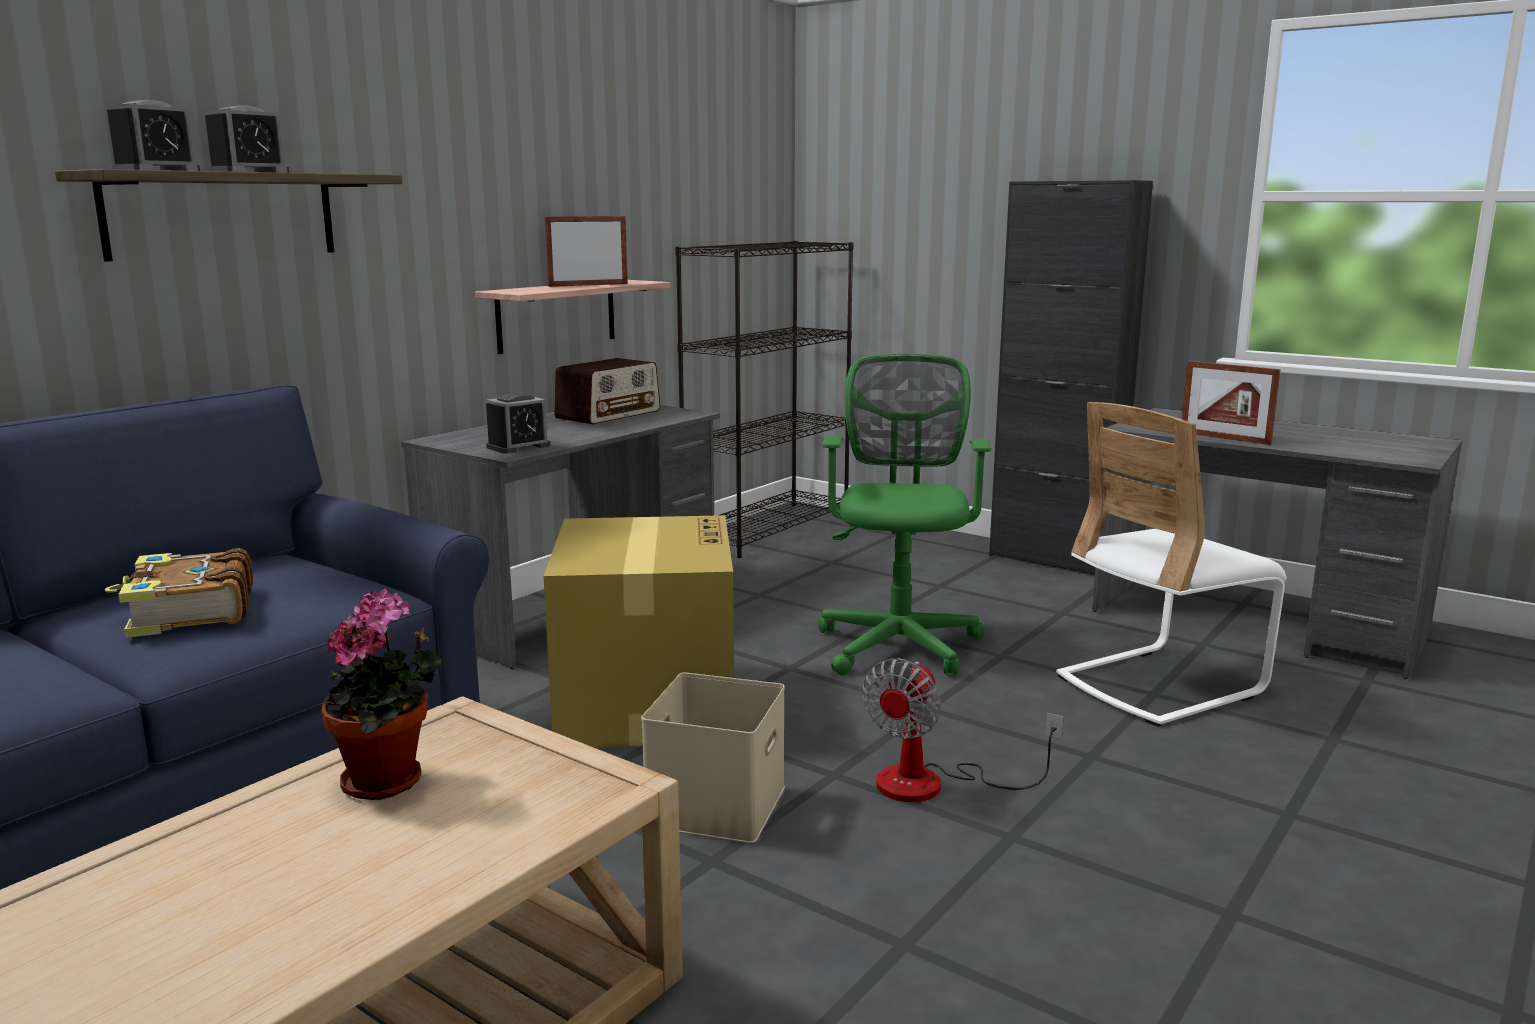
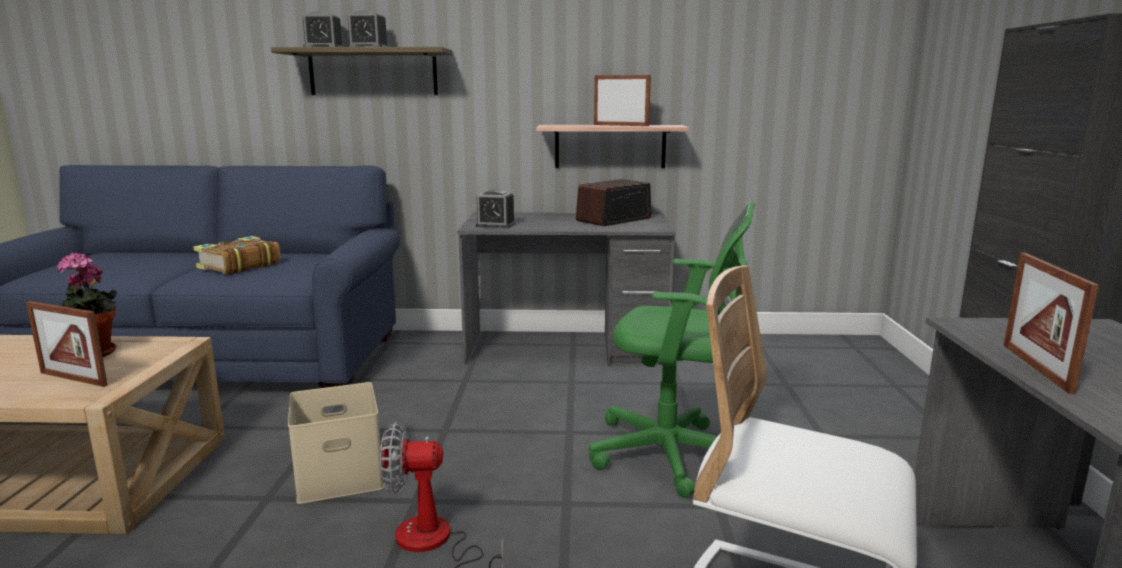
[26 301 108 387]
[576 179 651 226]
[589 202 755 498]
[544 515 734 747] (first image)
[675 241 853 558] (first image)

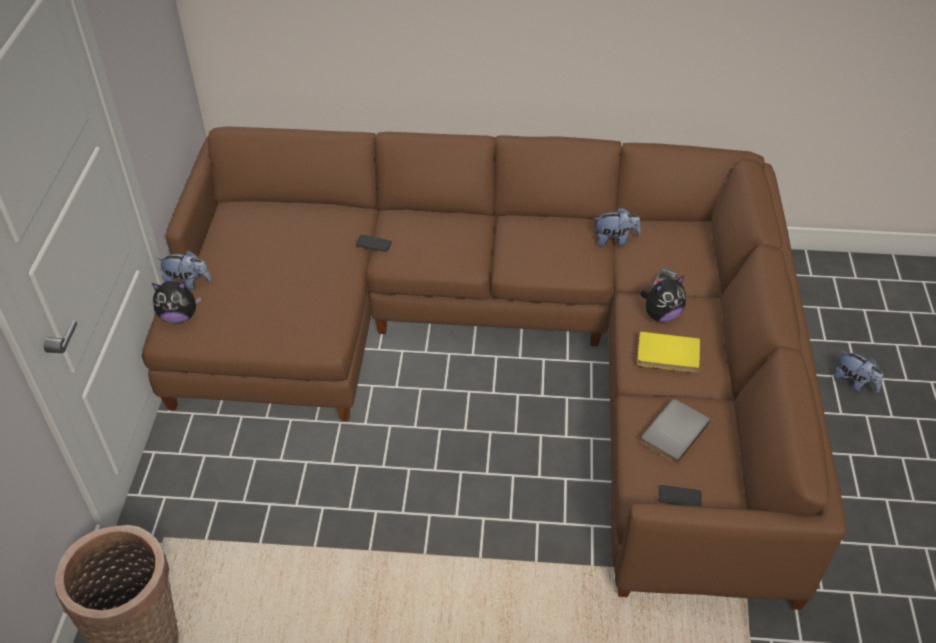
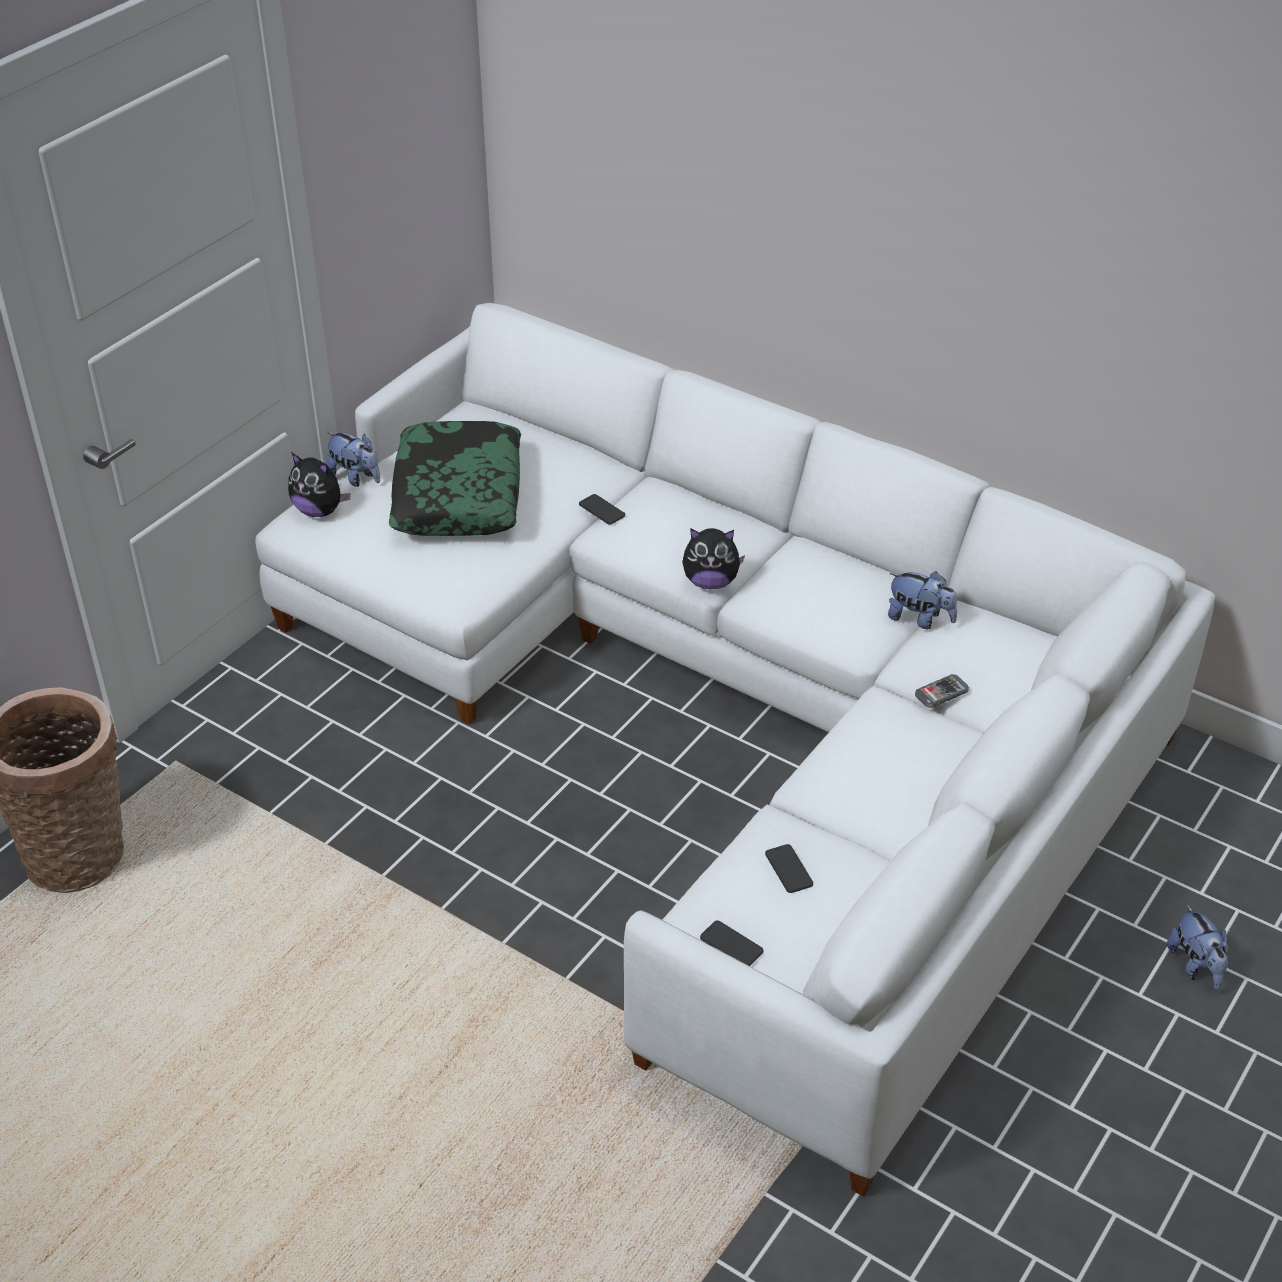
[255 303 1215 1197]
[389 421 521 536]
[682 528 745 589]
[765 844 813 893]
[637 332 700 373] (first image)

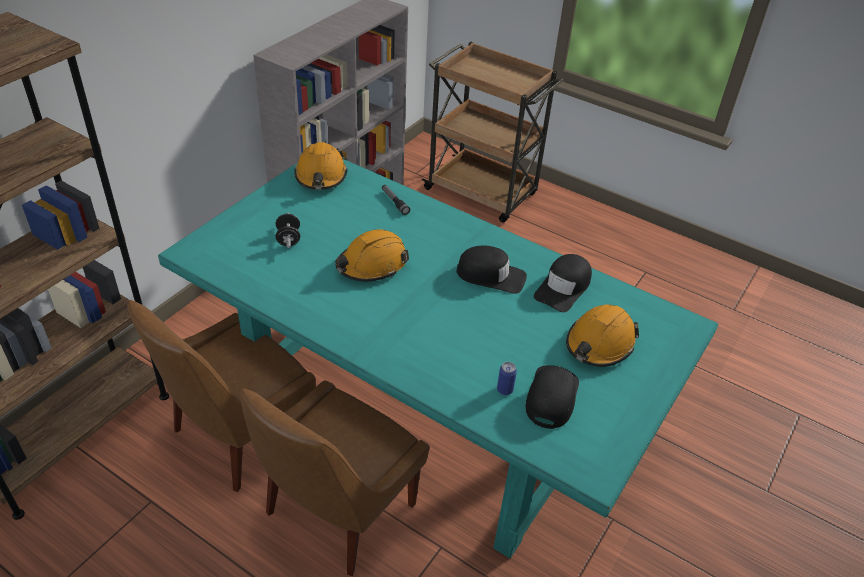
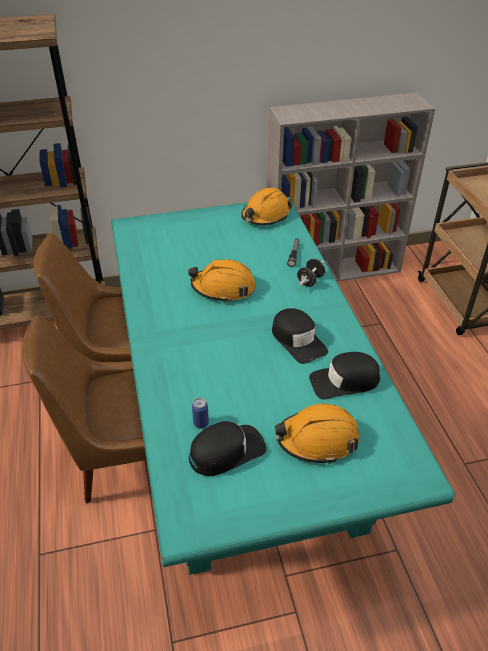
[297 259 325 287]

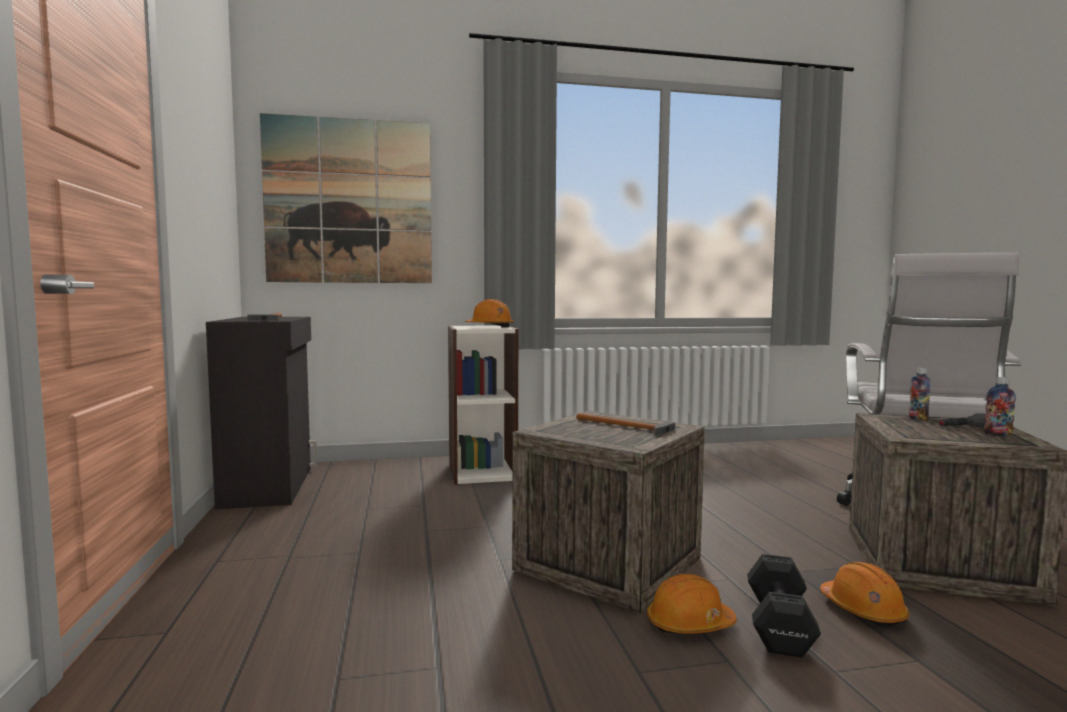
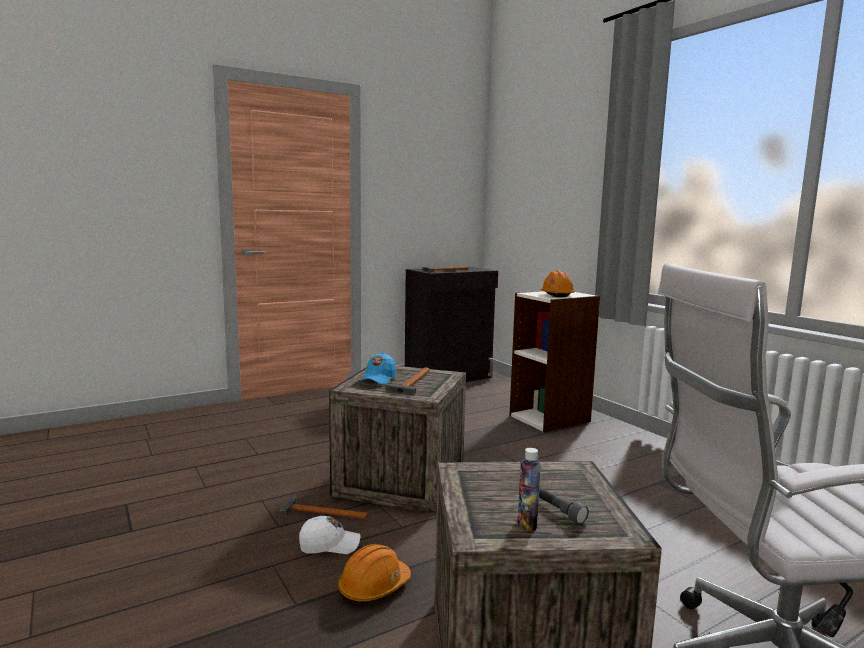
[279 496 368 519]
[299 516 361 554]
[359 352 396 385]
[260 113 432 283] (first image)
[909 368 931 421] (first image)

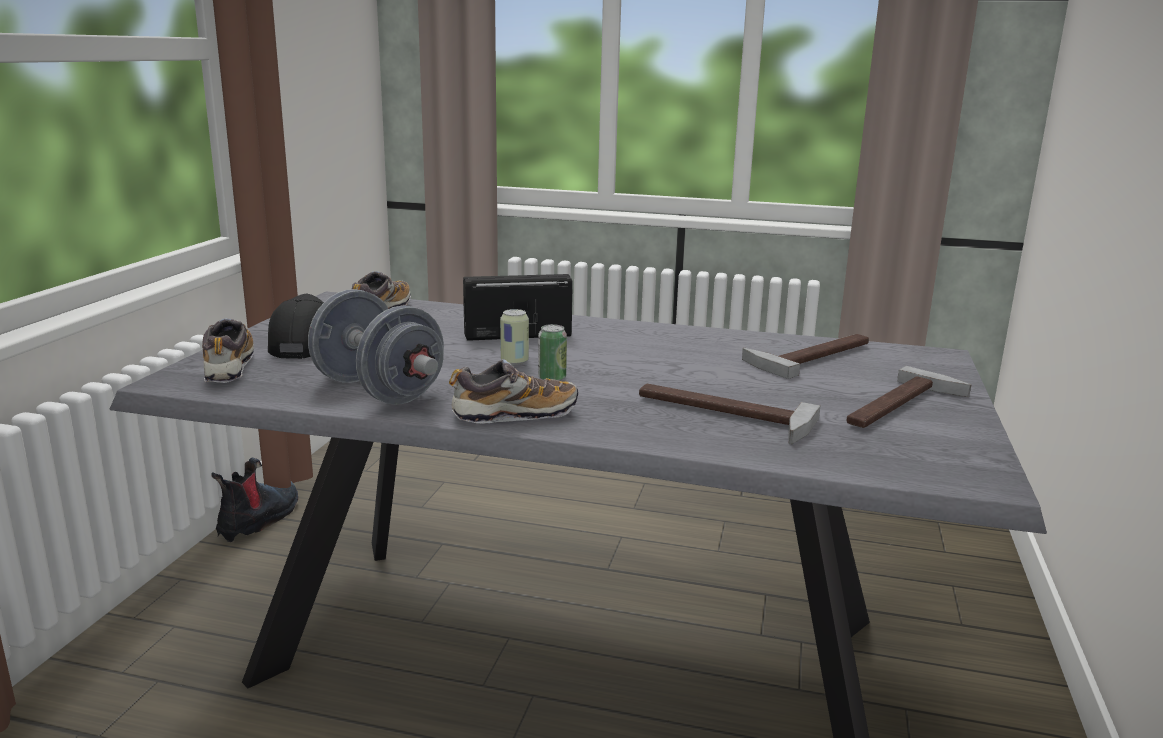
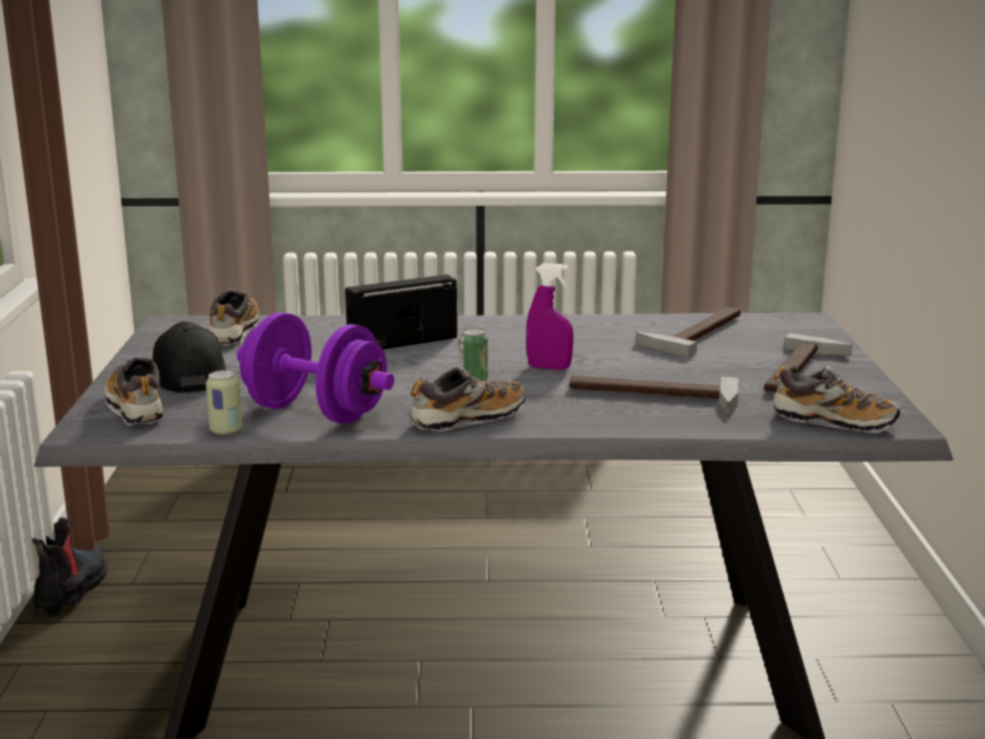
[206 370 243 435]
[237 313 394 424]
[526 263 574 370]
[773 366 901 433]

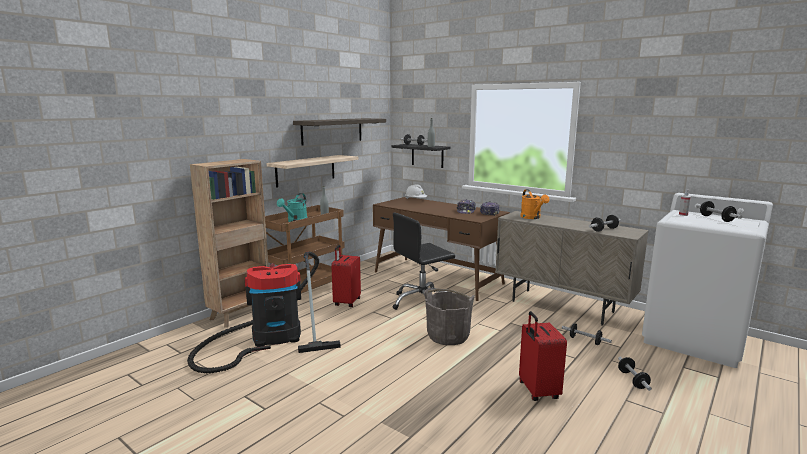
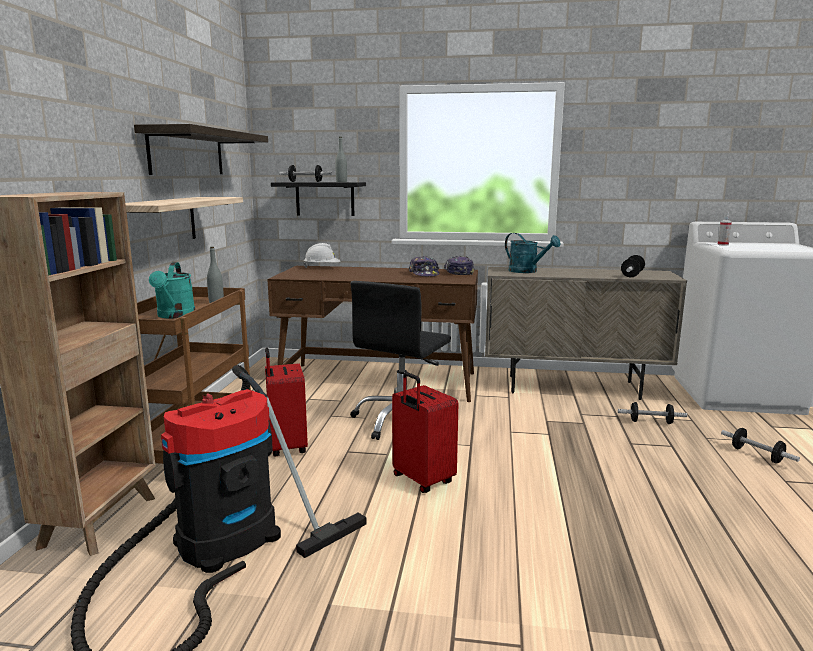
[392 372 458 493]
[505 233 561 273]
[424 288 475 345] (first image)
[696 201 742 222] (first image)

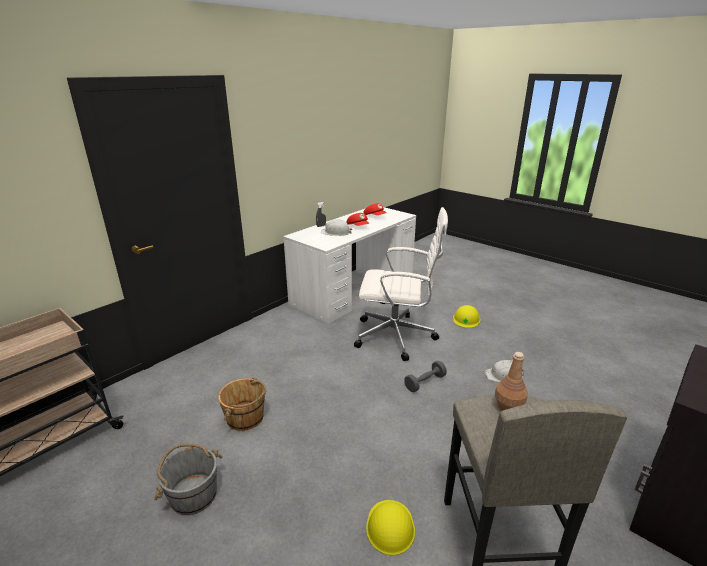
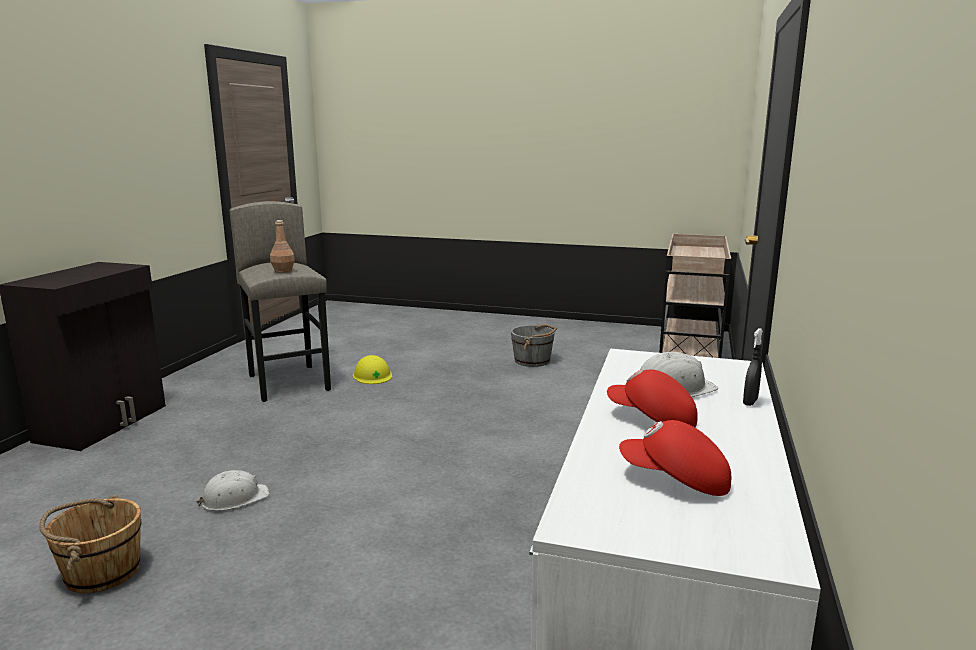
[39 495 141 593]
[354 207 448 361] (first image)
[404 361 447 392] (first image)
[453 305 480 328] (first image)

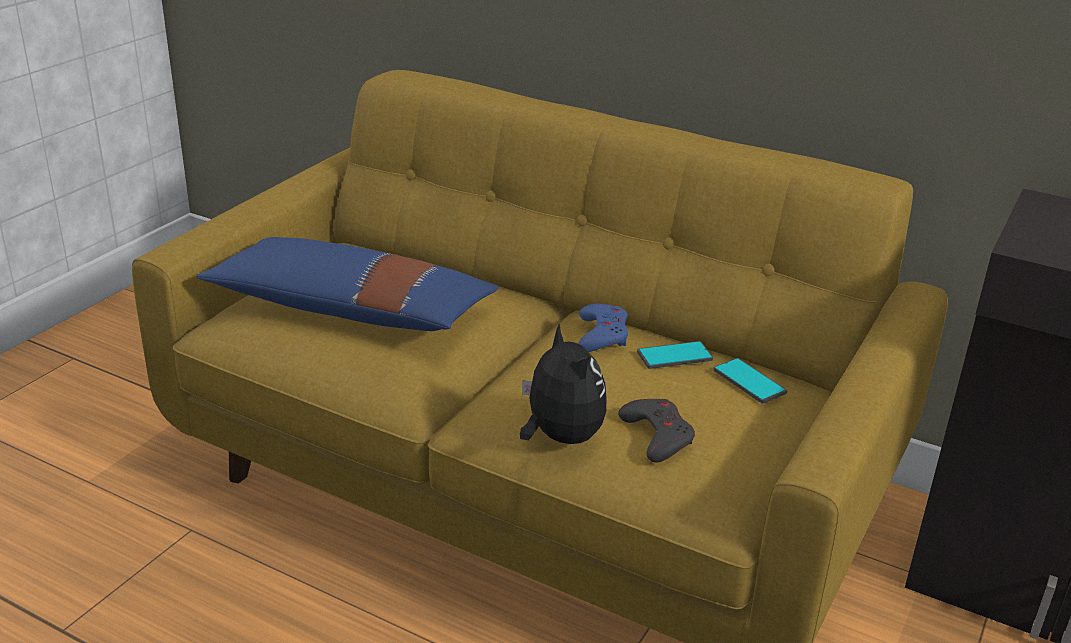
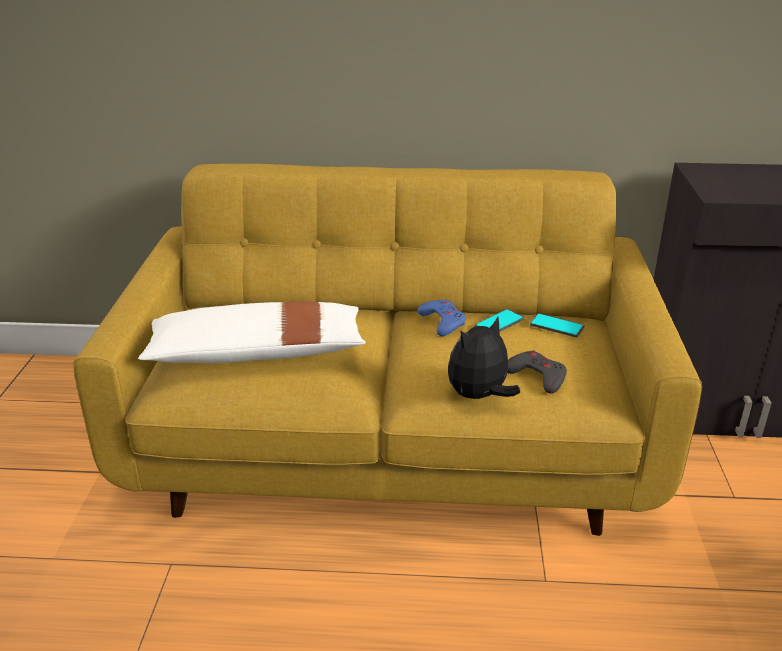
[138 301 366 363]
[448 317 520 399]

